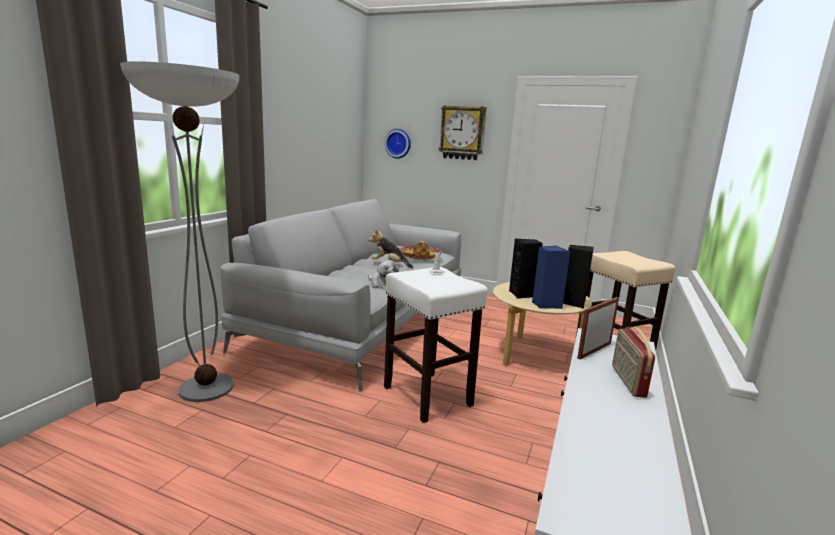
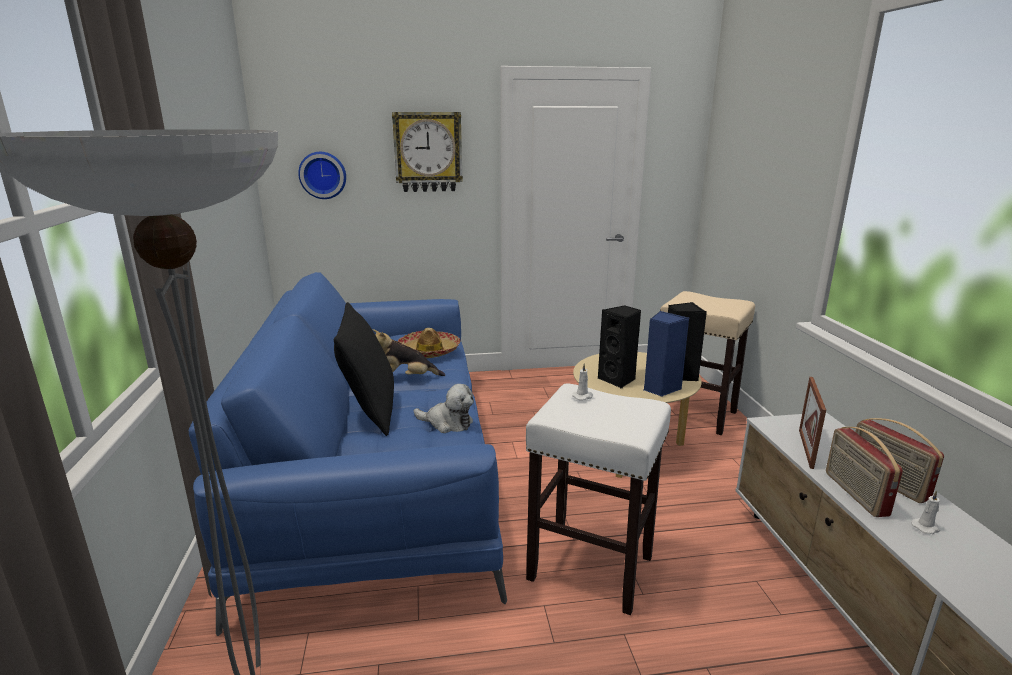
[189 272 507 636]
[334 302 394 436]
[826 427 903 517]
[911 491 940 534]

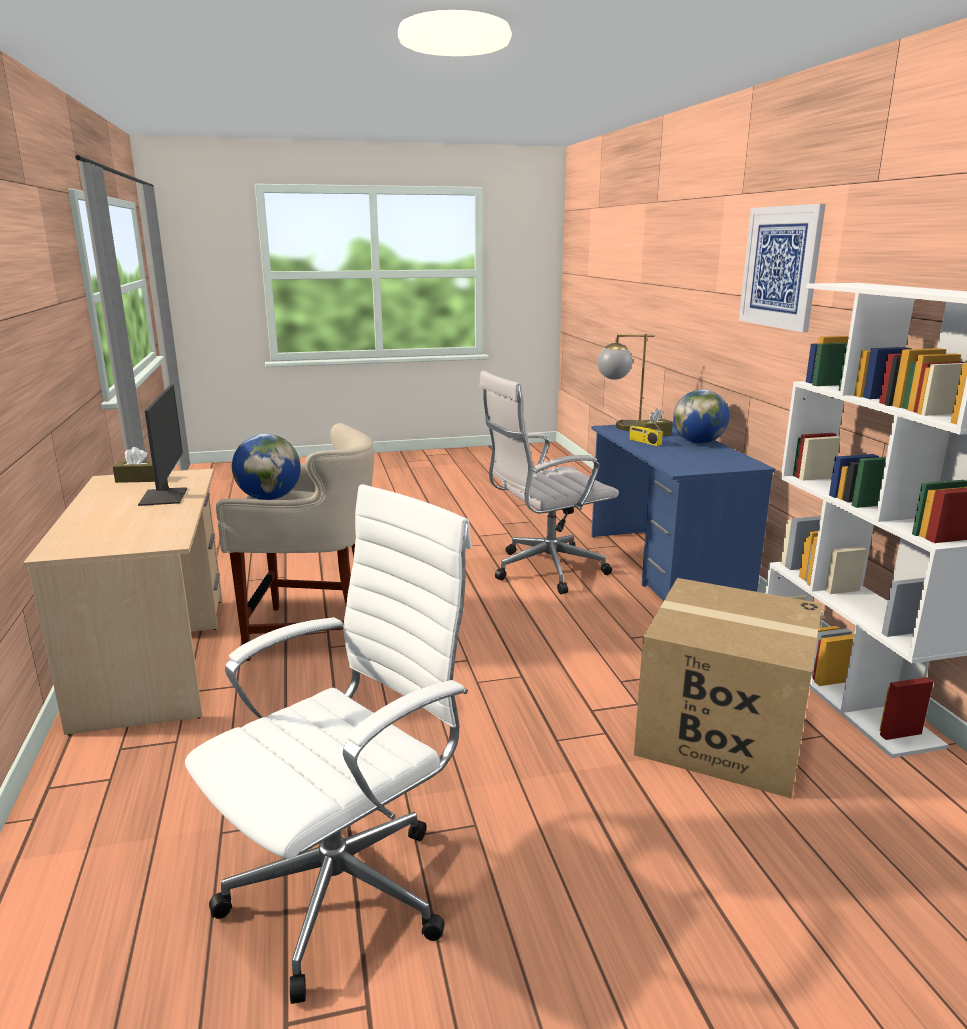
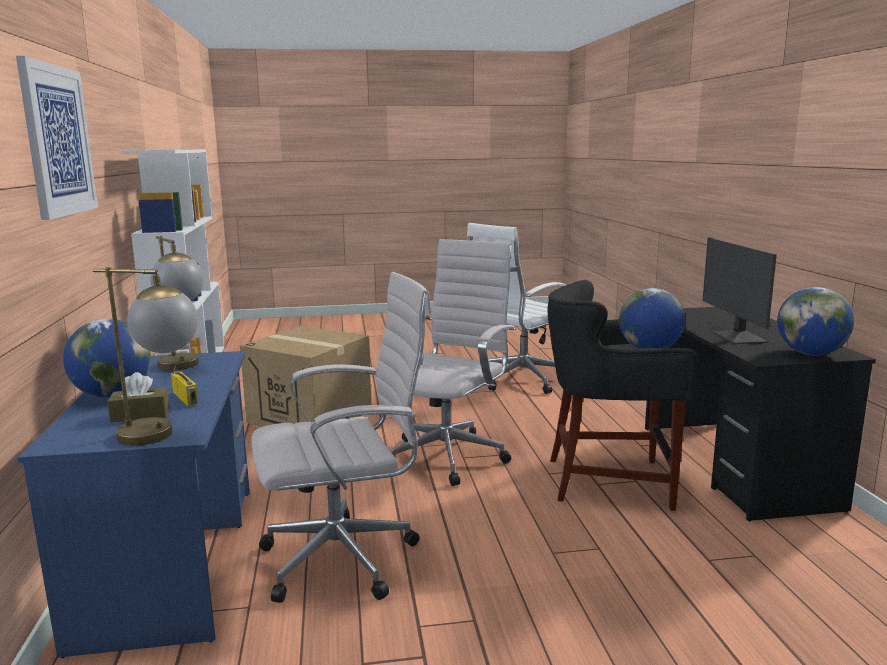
[150 236 204 371]
[391 239 516 486]
[547 280 697 511]
[645 307 876 522]
[777 287 854 355]

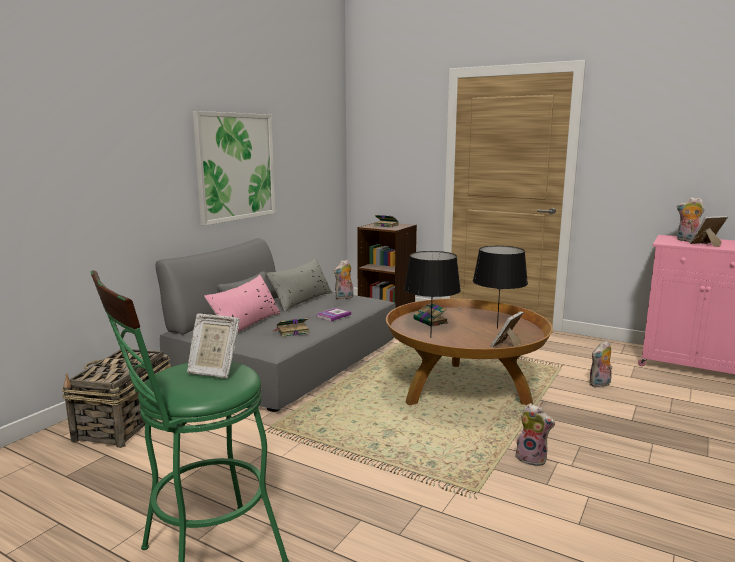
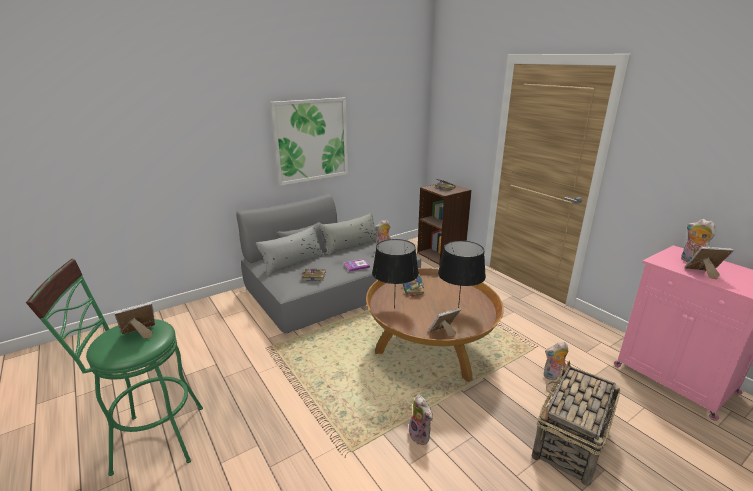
[115 302 155 338]
[256 226 325 276]
[532 361 620 486]

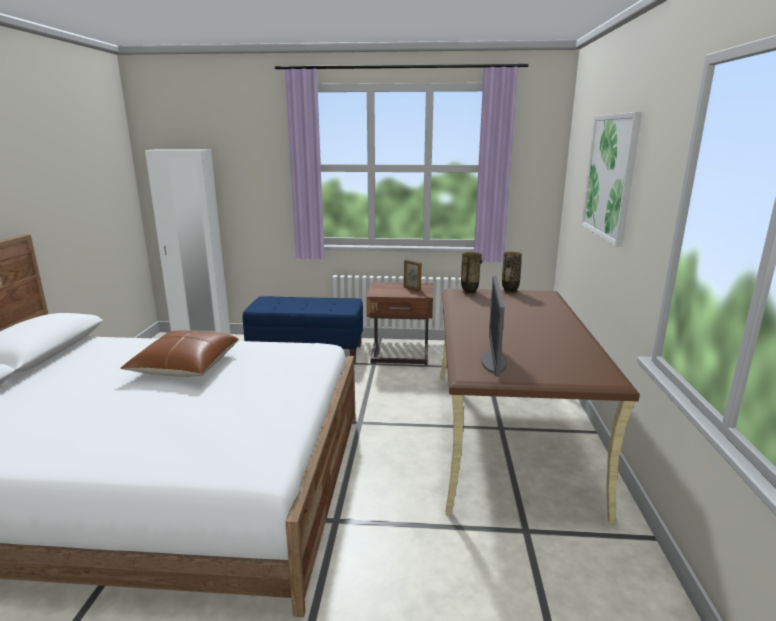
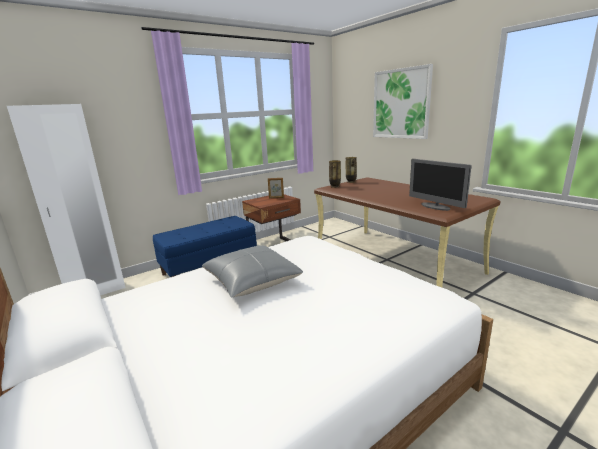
[202 245 303 297]

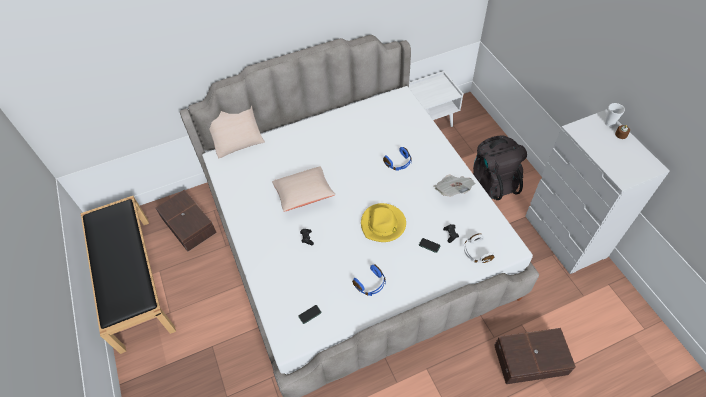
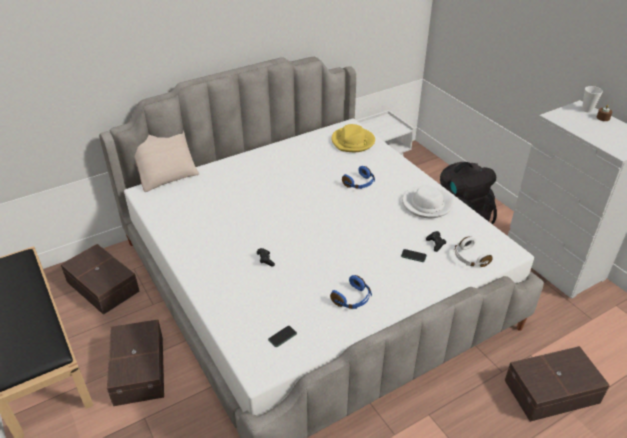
[107 319 164 406]
[331 124 375 152]
[402 185 454 218]
[272 166 336 211] (first image)

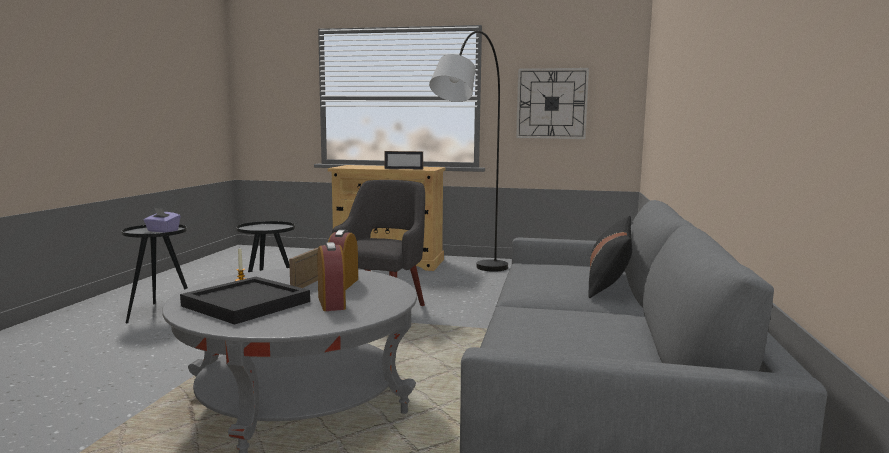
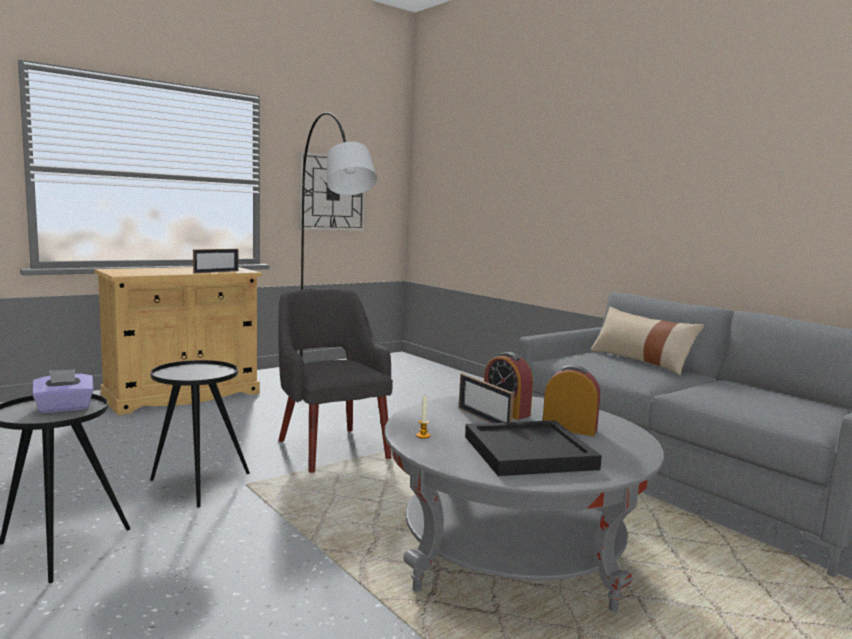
[590 307 704 375]

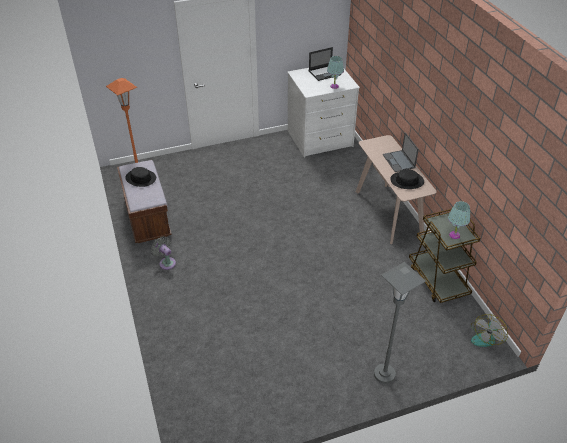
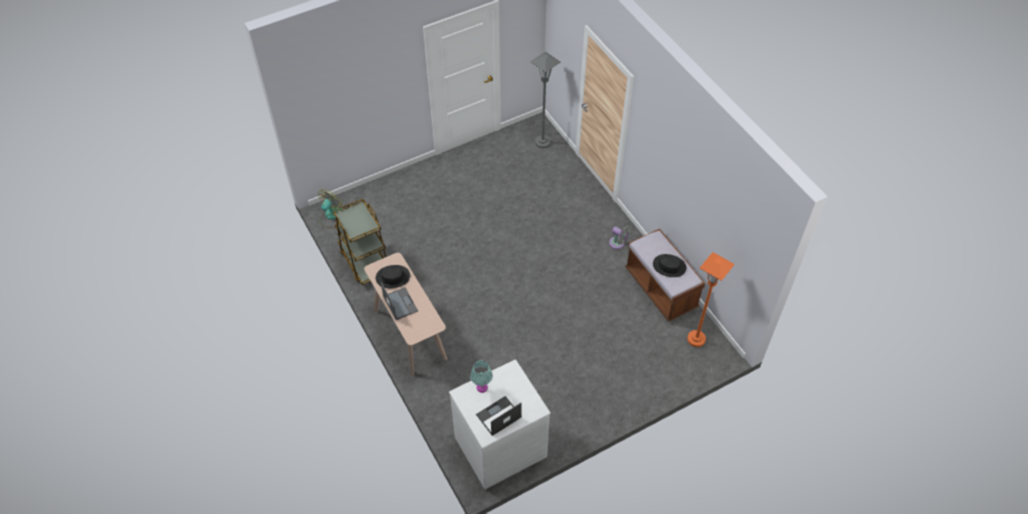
[530 52 560 148]
[448 201 470 239] (first image)

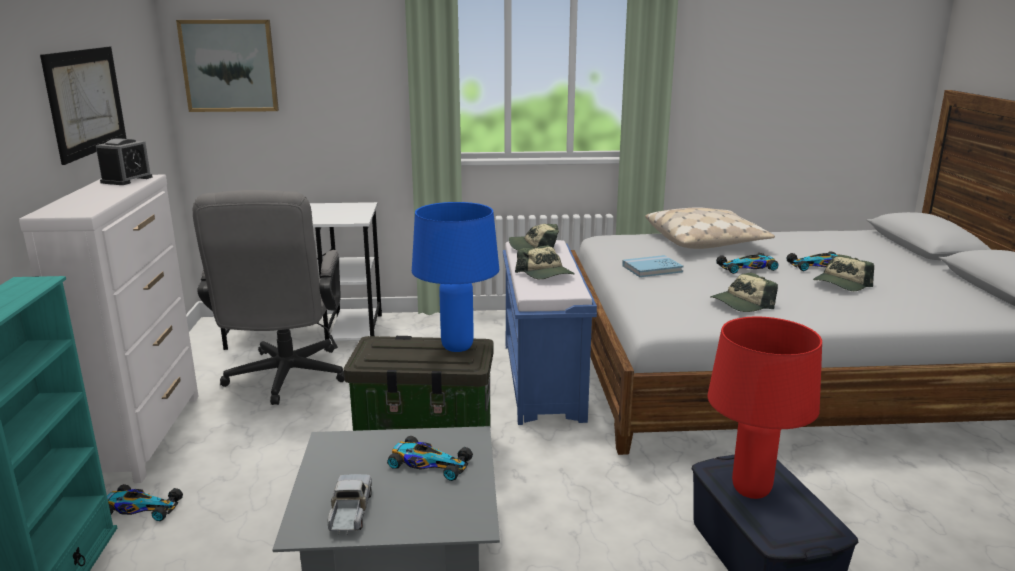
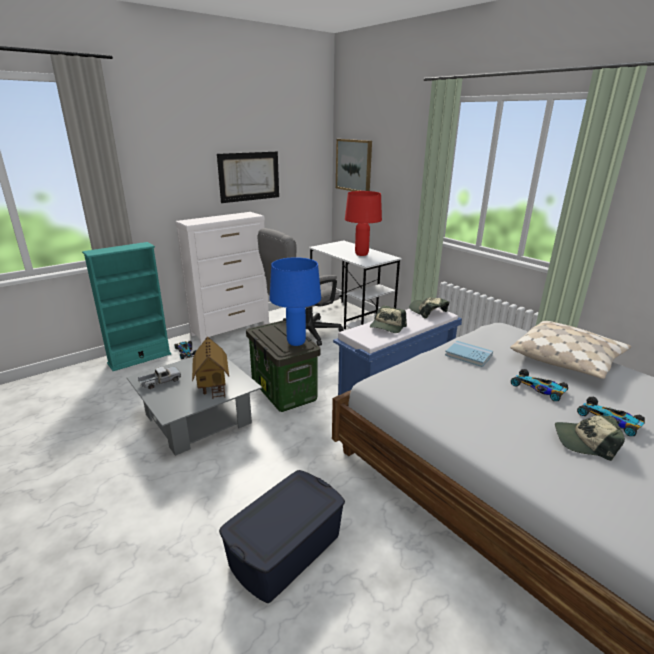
[192 337 229 399]
[345 191 382 256]
[96 138 152 185] (first image)
[710 272 778 312] (first image)

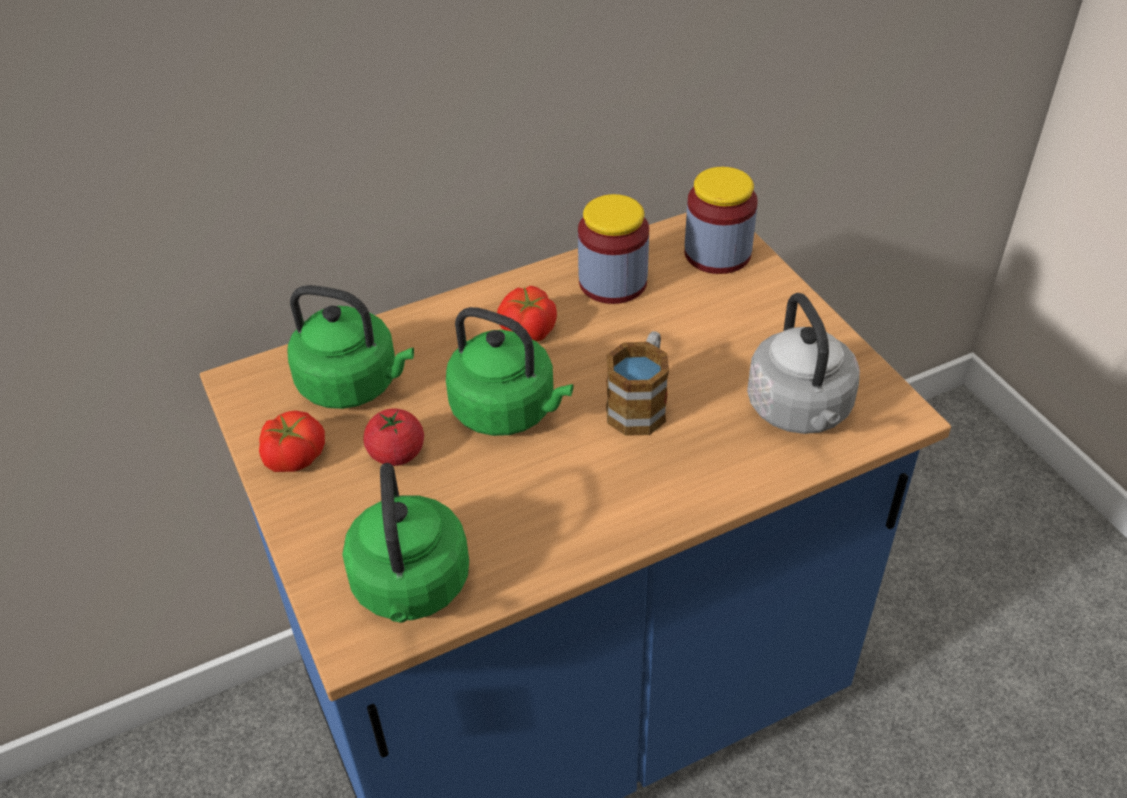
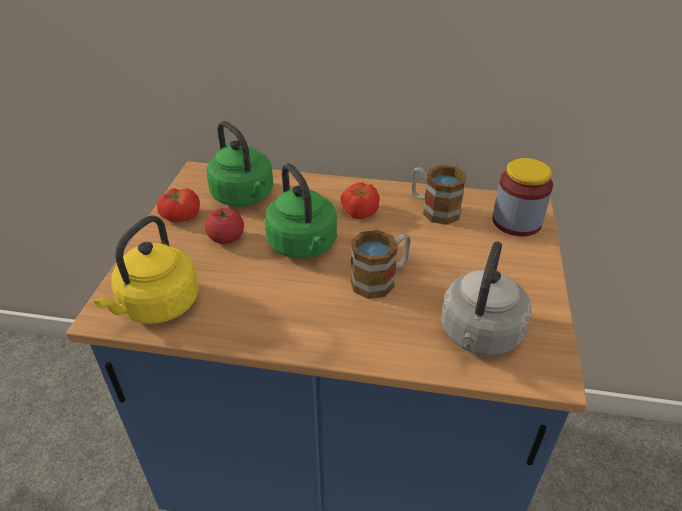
[94 216 199 324]
[412 165 467 225]

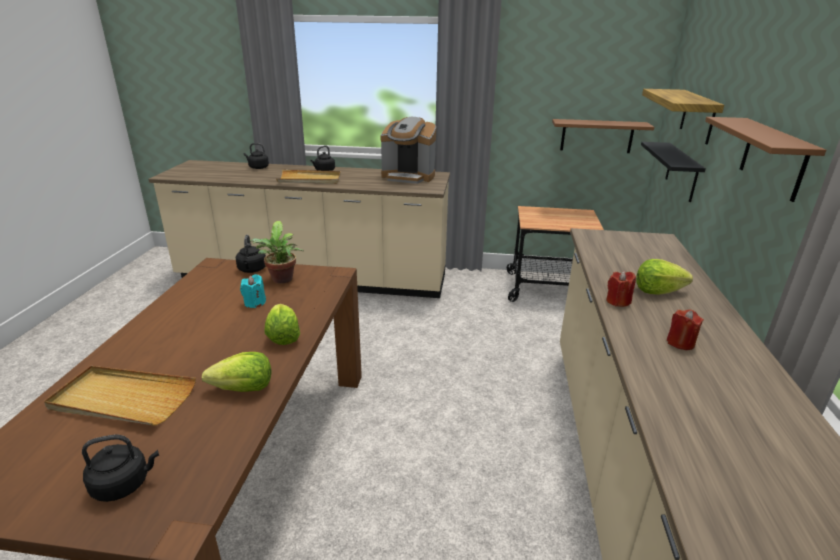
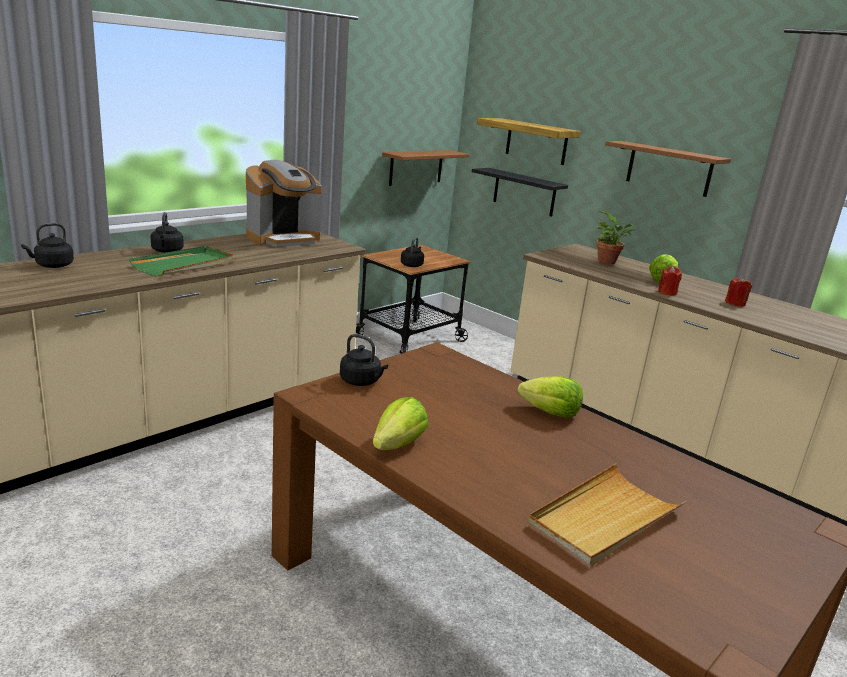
[129 246 235 277]
[373 397 428 450]
[401 237 424 267]
[596 211 635 265]
[240 274 266 308] (first image)

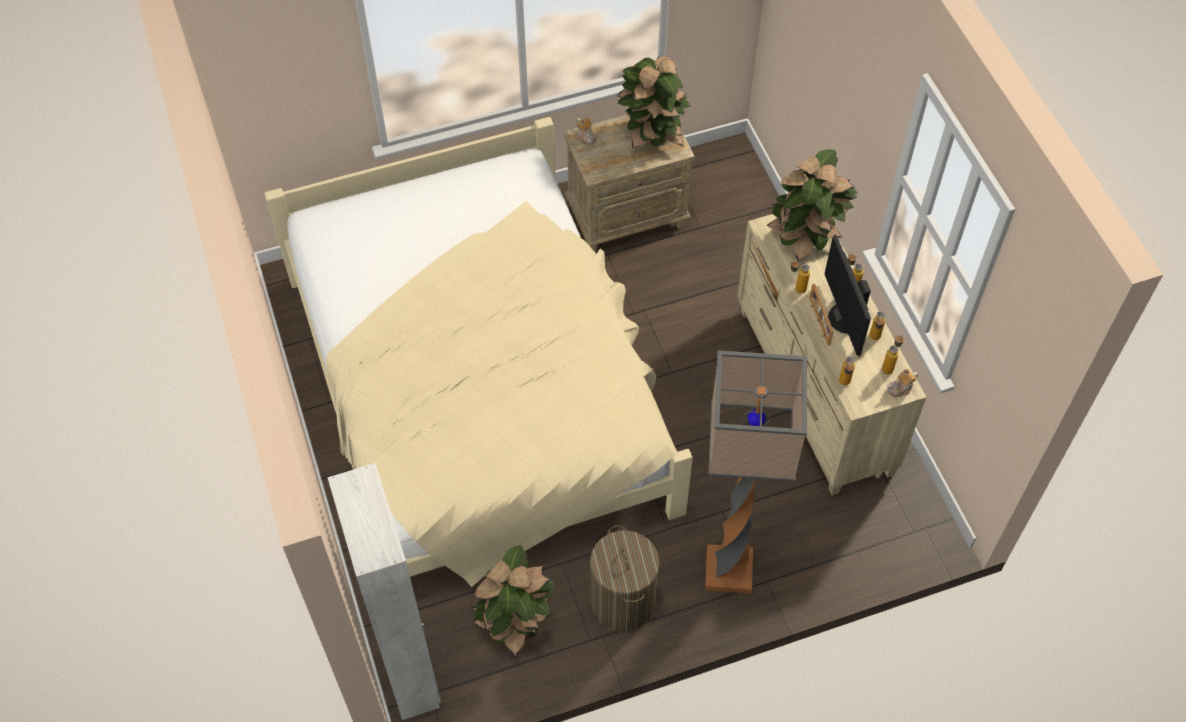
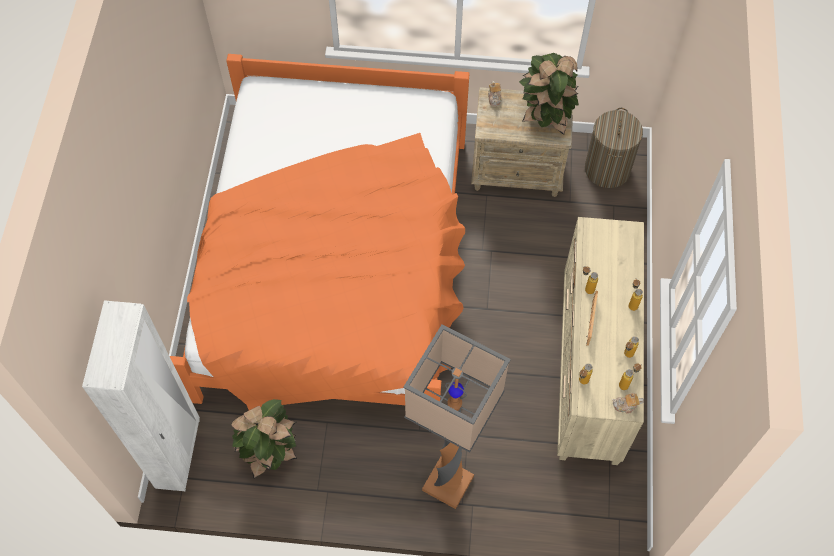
[170 54 470 410]
[585 108 643 188]
[766 149 857 262] (first image)
[824 235 871 356] (first image)

